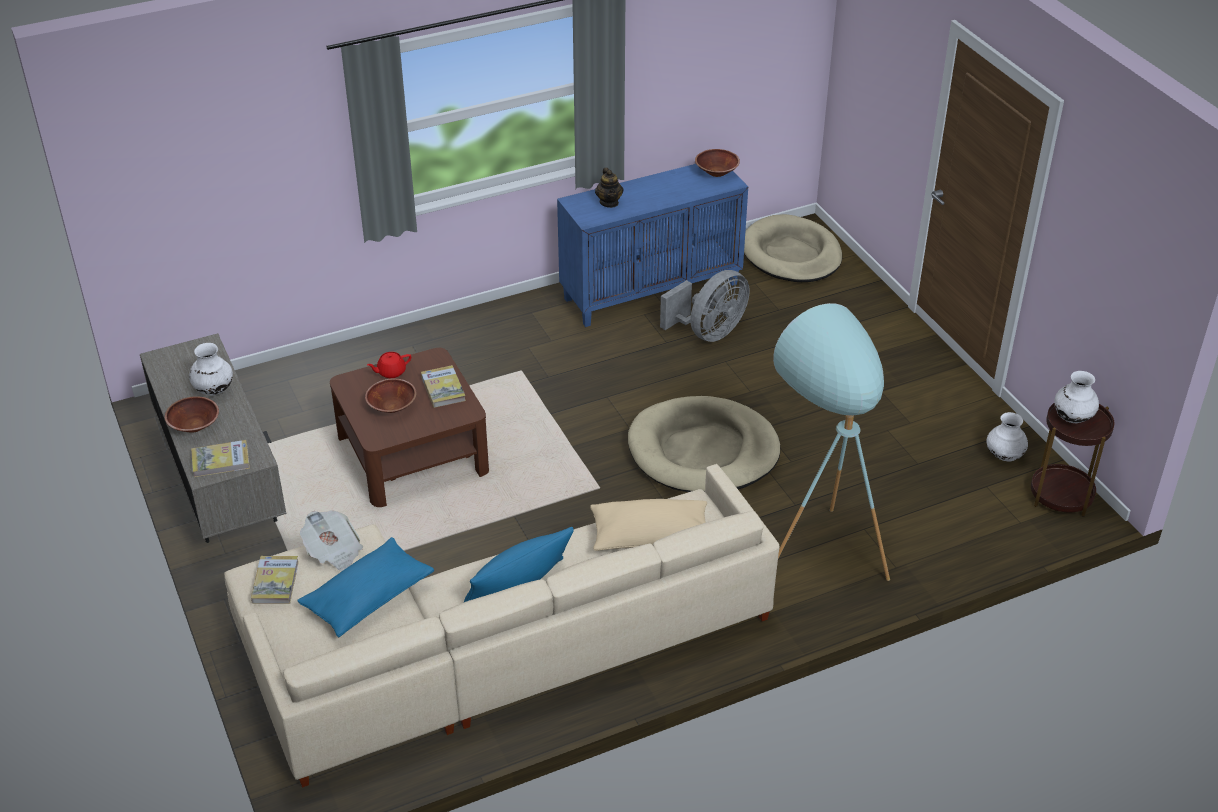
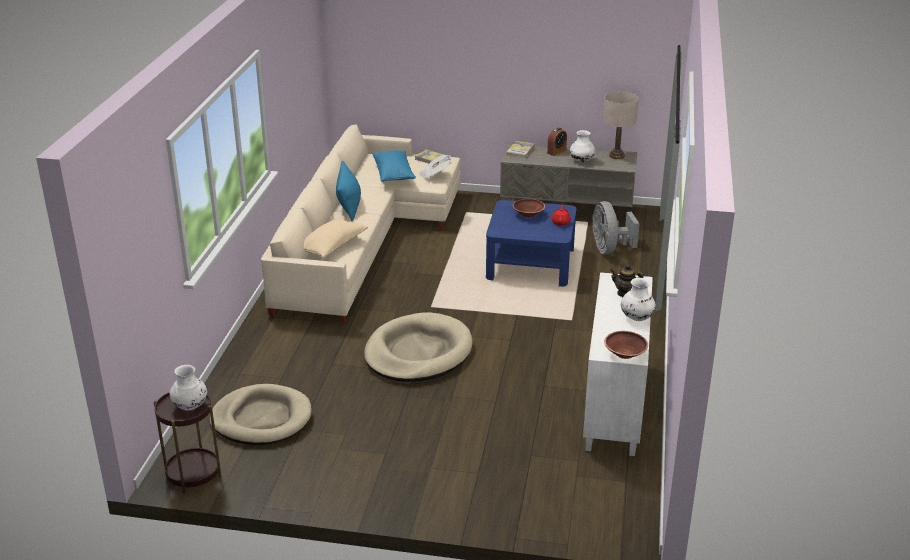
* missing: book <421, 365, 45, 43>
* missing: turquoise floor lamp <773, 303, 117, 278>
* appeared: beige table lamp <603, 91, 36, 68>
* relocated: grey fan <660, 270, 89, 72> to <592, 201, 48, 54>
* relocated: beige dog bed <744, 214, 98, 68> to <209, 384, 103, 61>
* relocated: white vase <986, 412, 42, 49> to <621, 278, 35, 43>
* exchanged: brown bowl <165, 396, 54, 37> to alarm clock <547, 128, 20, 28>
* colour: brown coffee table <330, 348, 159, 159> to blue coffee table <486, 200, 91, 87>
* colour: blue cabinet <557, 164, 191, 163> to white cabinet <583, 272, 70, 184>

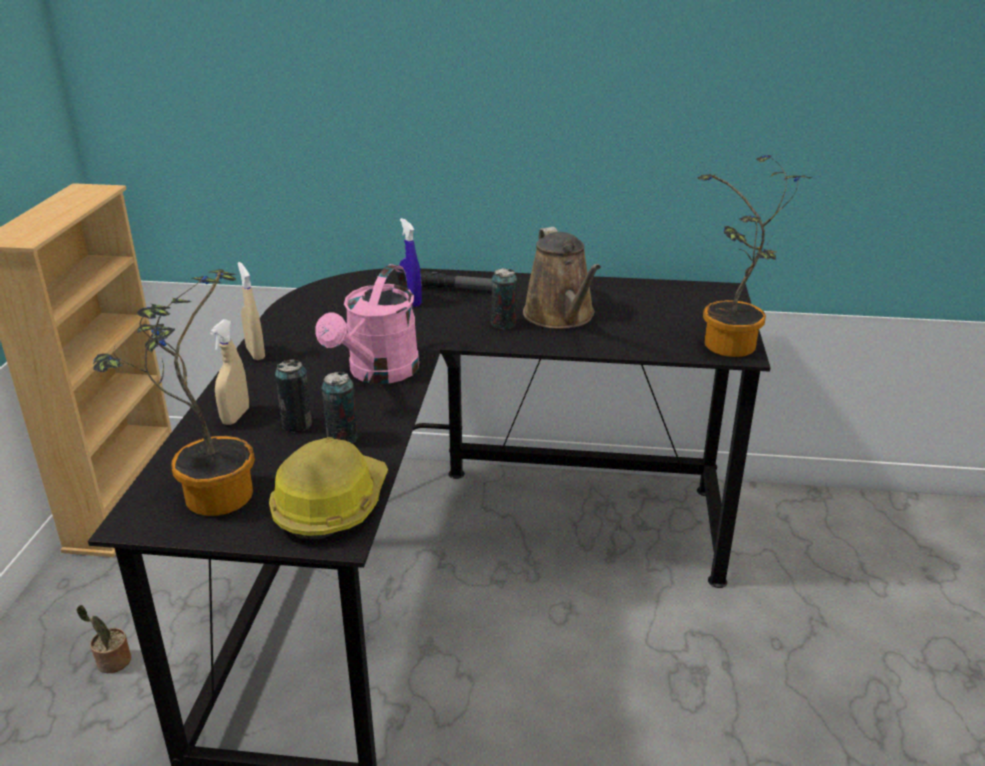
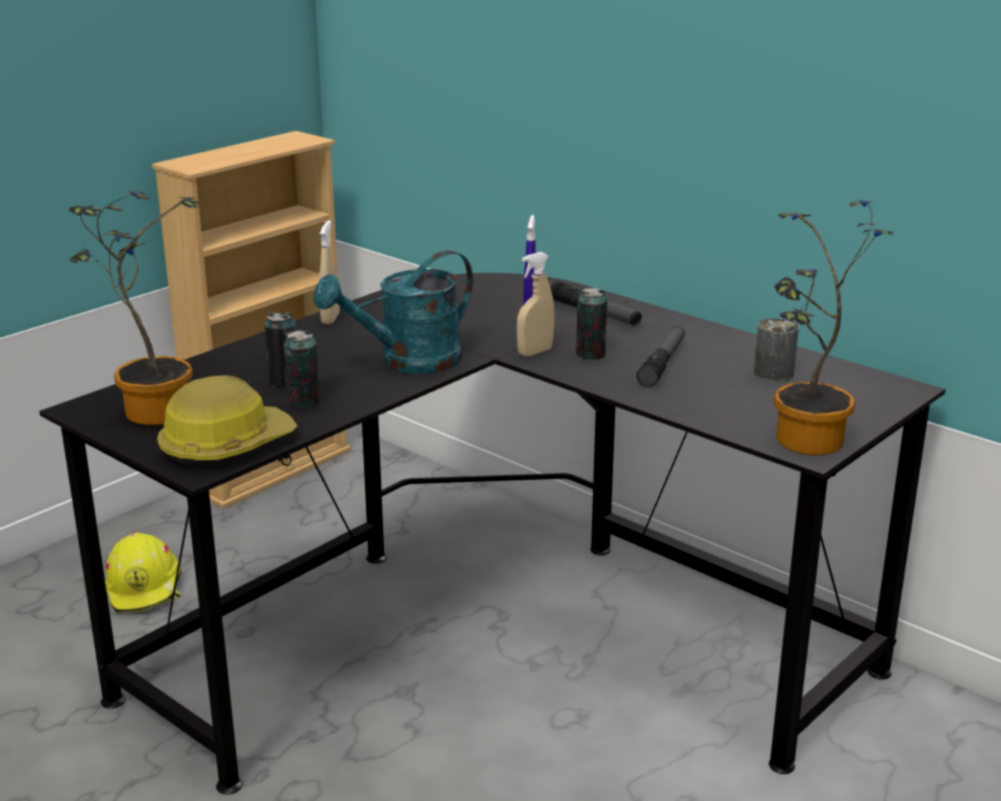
* appeared: can <754, 318, 45, 65>
* relocated: beige spray bottle <210, 319, 39, 106> to <517, 252, 38, 105>
* exchanged: potted plant <77, 605, 54, 68> to yellow hard hat <105, 532, 76, 81>
* exchanged: brown watering can <523, 227, 78, 102> to flashlight <636, 326, 49, 61>
* colour: pink watering can <315, 264, 104, 120> to turquoise watering can <313, 250, 160, 124>

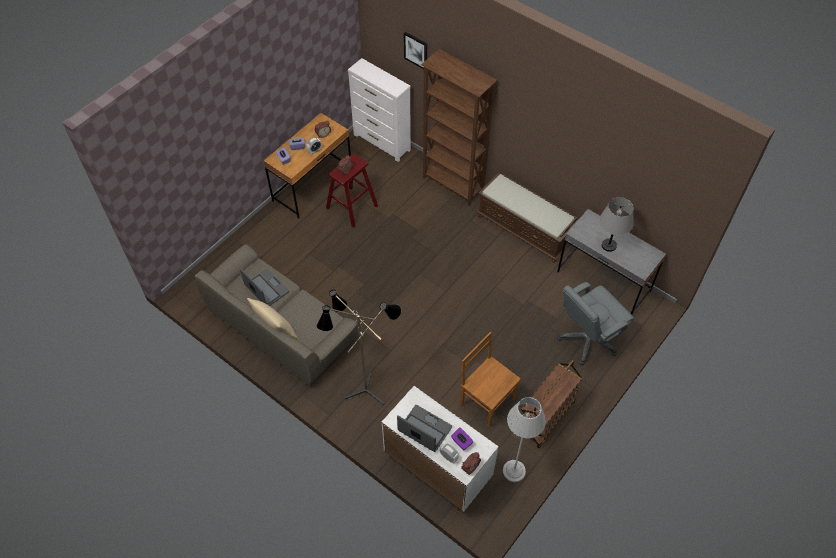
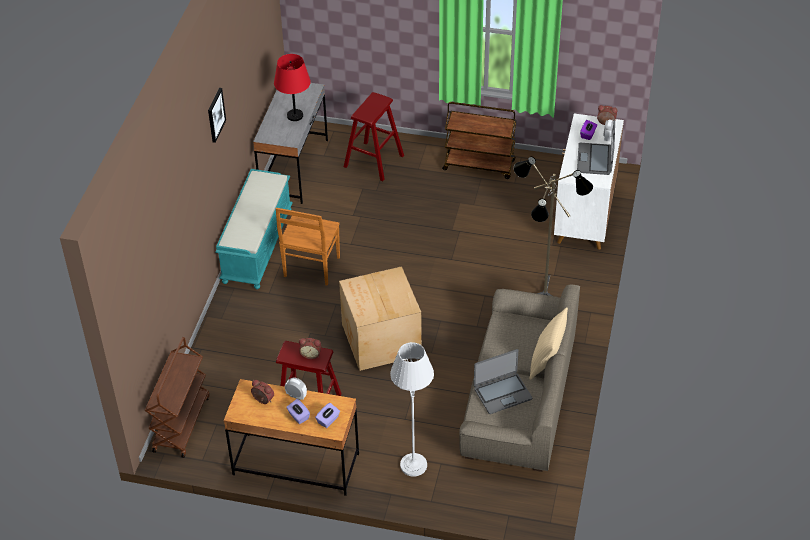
* missing: brown bookcase <421, 49, 76, 157>
* appeared: cardboard box <339, 266, 83, 105>
* relocated: picture <404, 32, 23, 37> to <208, 88, 18, 55>
* relocated: brown chair <461, 332, 60, 95> to <276, 208, 64, 78>
* relocated: grey floor lamp <503, 397, 43, 85> to <390, 342, 44, 135>
* exchanged: white dresser <348, 58, 63, 104> to brown cart <145, 337, 65, 121>
* exchanged: grey office chair <557, 282, 77, 83> to red stool <344, 92, 60, 89>
* colour: brown bench <476, 172, 102, 91> to turquoise bench <215, 169, 78, 120>
* colour: grey table lamp <599, 197, 35, 55> to red table lamp <274, 54, 37, 67>
* spun: laptop <240, 268, 49, 38> = <474, 349, 58, 65> 135 degrees counterclockwise

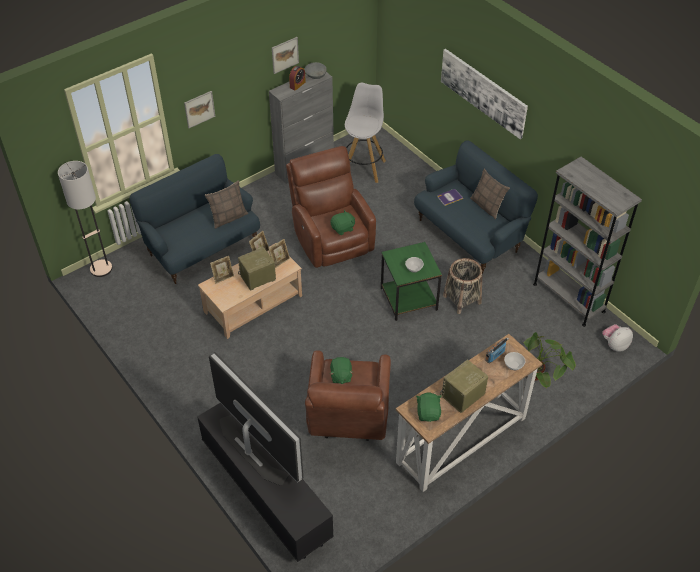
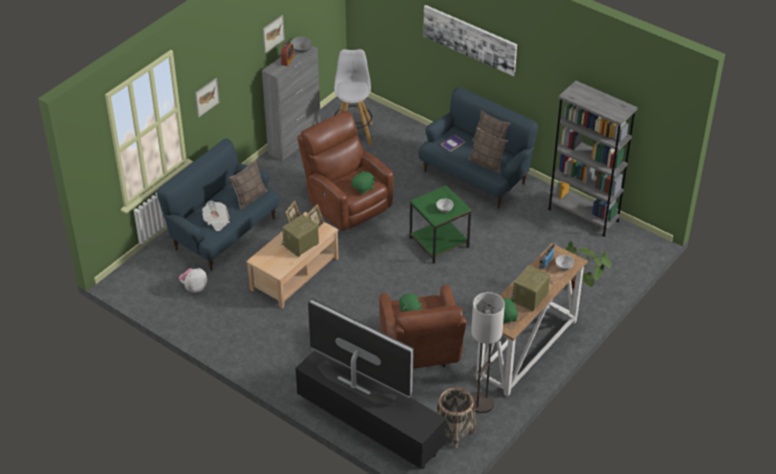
* missing: picture frame <210, 256, 24, 28>
* appeared: newspaper <202, 201, 28, 30>
* appeared: pillow <468, 127, 40, 46>
* relocated: floor lamp <58, 161, 54, 116> to <471, 292, 34, 121>
* relocated: basket <443, 258, 39, 56> to <436, 387, 40, 61>
* relocated: plush toy <602, 324, 31, 28> to <179, 268, 28, 25>

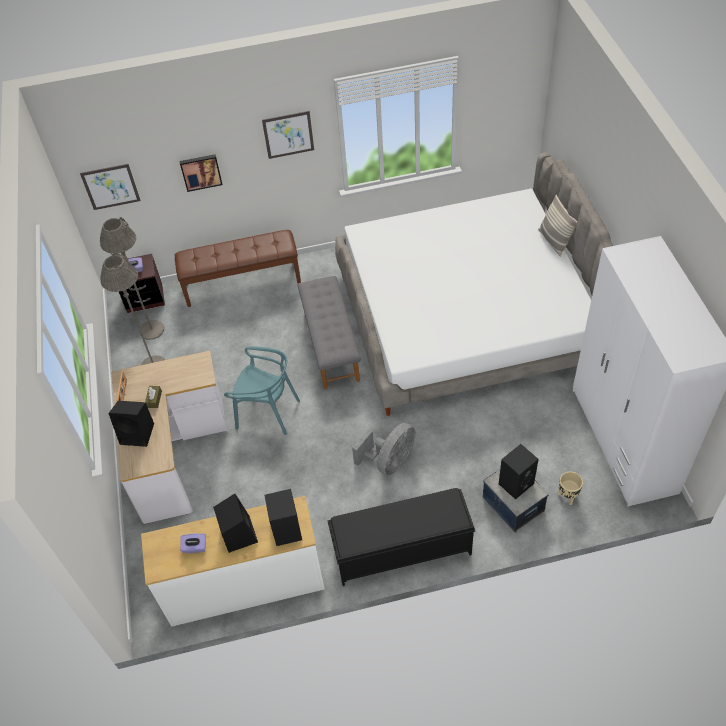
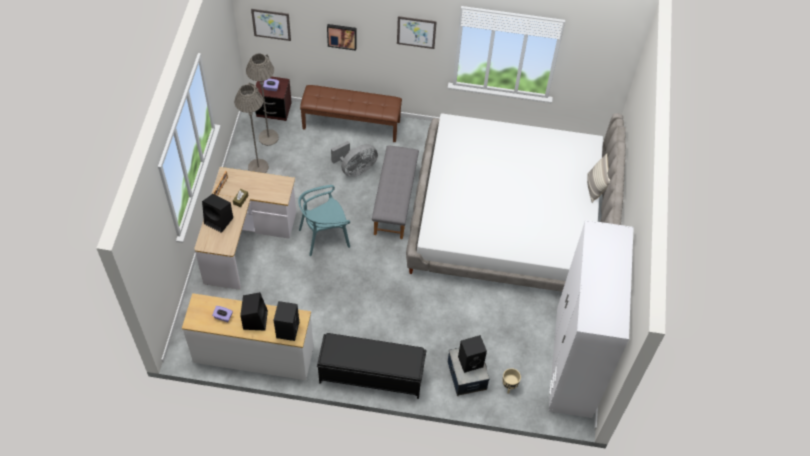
* relocated: grey fan <352, 423, 64, 52> to <331, 141, 47, 36>
* spun: turquoise chair <224, 346, 76, 89> = <298, 185, 52, 71> 120 degrees clockwise

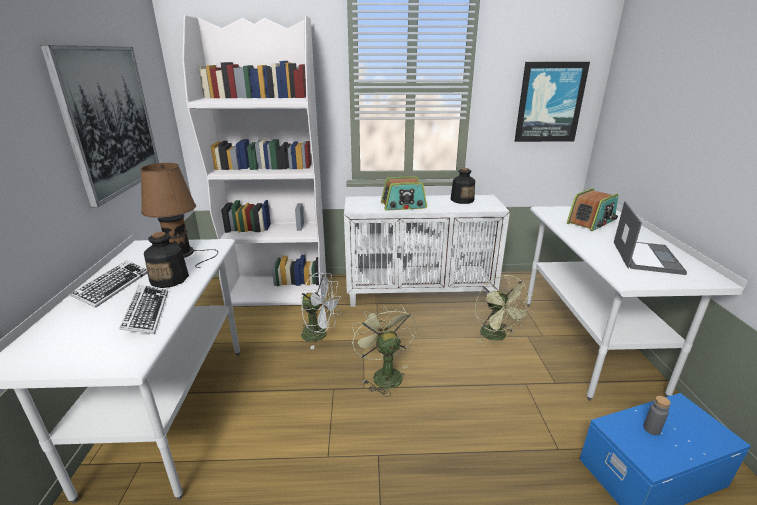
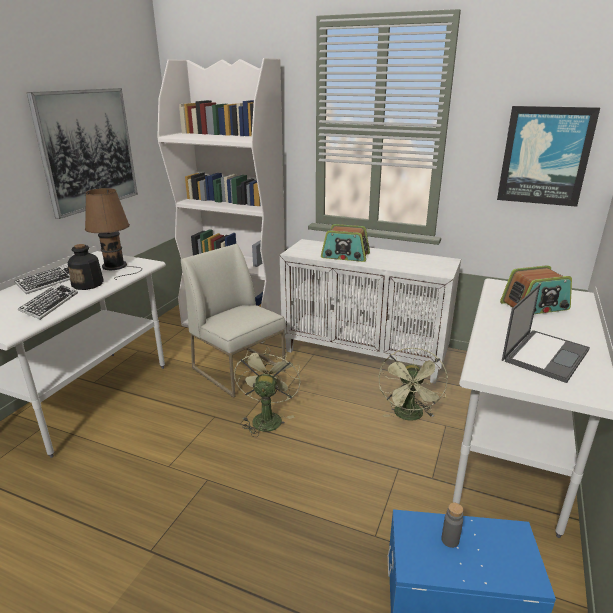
* missing: bottle <451, 168, 24, 36>
* exchanged: white fan <299, 273, 43, 76> to white chair <181, 244, 105, 154>

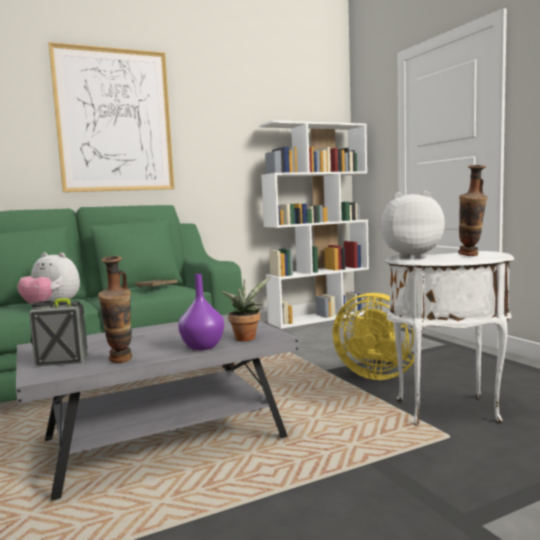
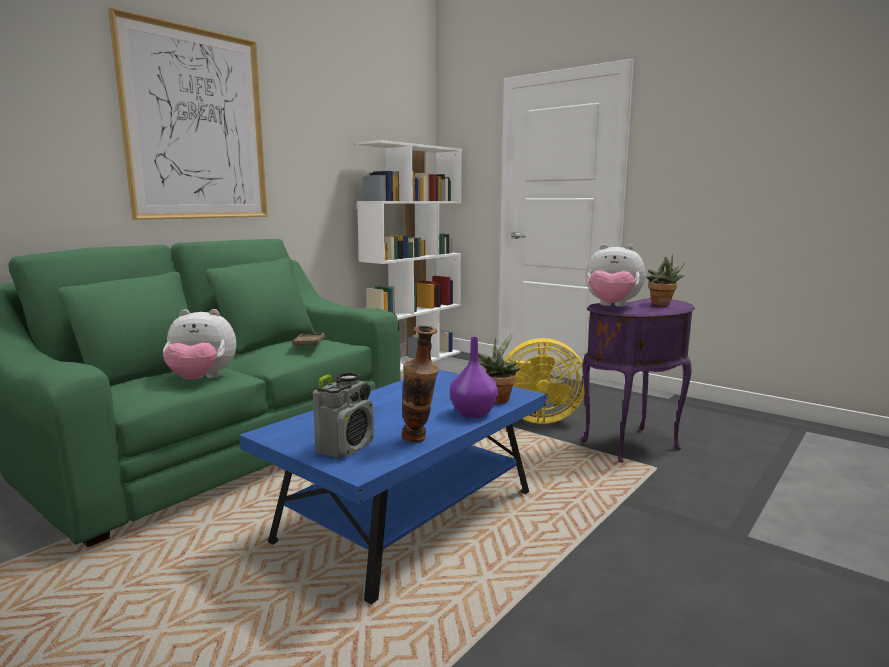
* exchanged: vase <458, 165, 30, 91> to potted plant <646, 255, 39, 51>
* colour: grey coffee table <16, 315, 283, 186> to blue coffee table <239, 369, 307, 235>
* colour: white side table <385, 251, 129, 174> to purple side table <581, 298, 114, 165>
* spun: radio <29, 298, 58, 68> = <313, 372, 61, 86> 150 degrees clockwise
* spun: plush toy <381, 191, 64, 68> = <586, 244, 59, 63> 135 degrees counterclockwise

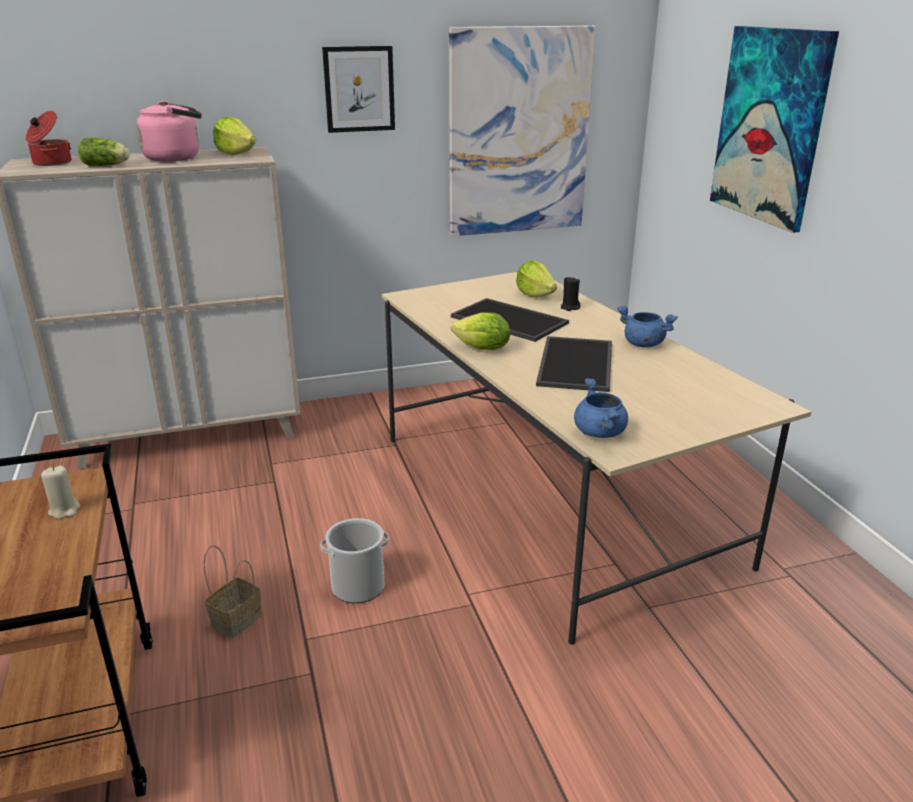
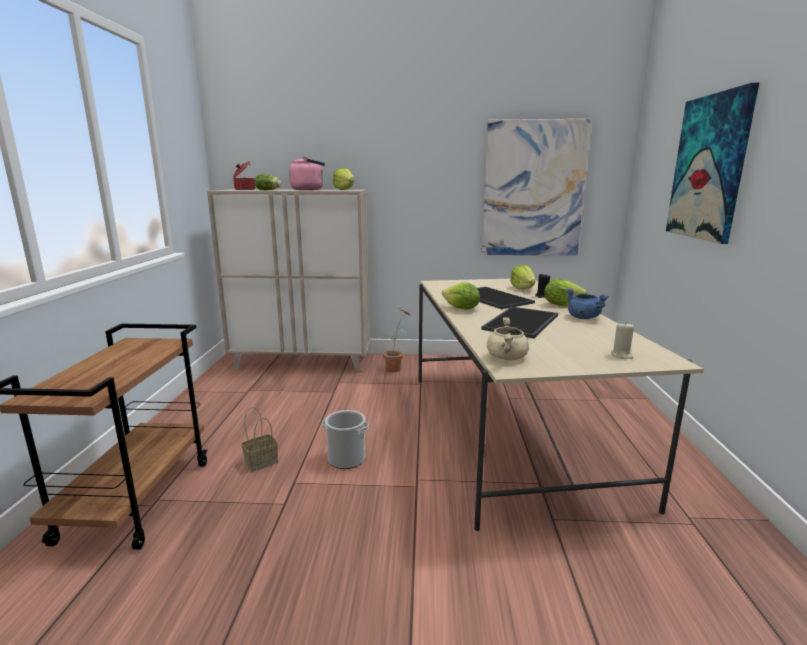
* missing: picture <322, 46, 73, 87>
* appeared: potted plant <383, 309, 29, 63>
* appeared: lettuce <544, 279, 43, 28>
* relocated: beige candle <41, 465, 39, 54> to <611, 322, 23, 37>
* colour: blue cooking pot <574, 378, 54, 60> to beige cooking pot <487, 317, 42, 43>

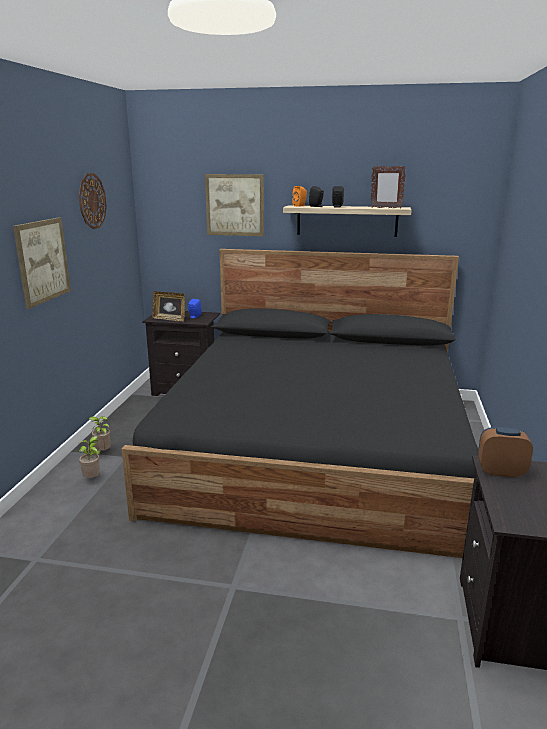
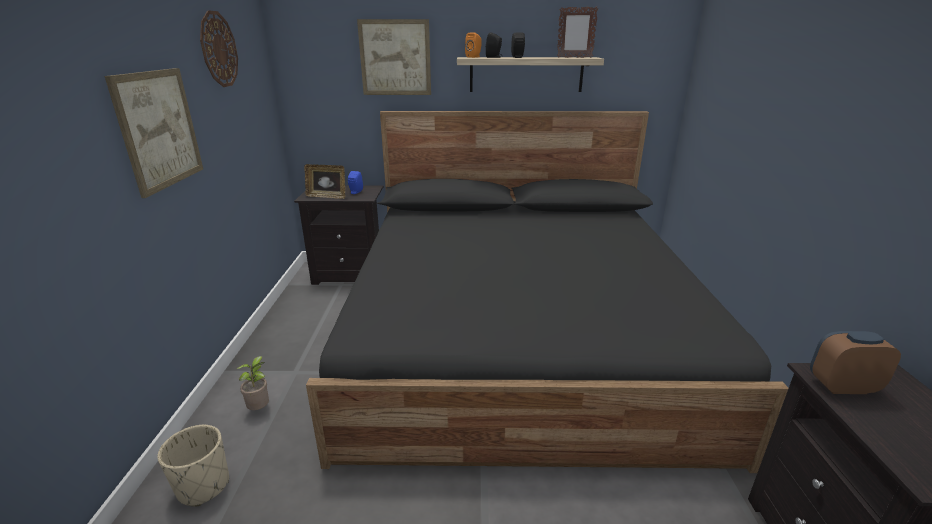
* missing: potted plant <88, 416, 23, 39>
* appeared: beige planter <157, 425, 72, 81>

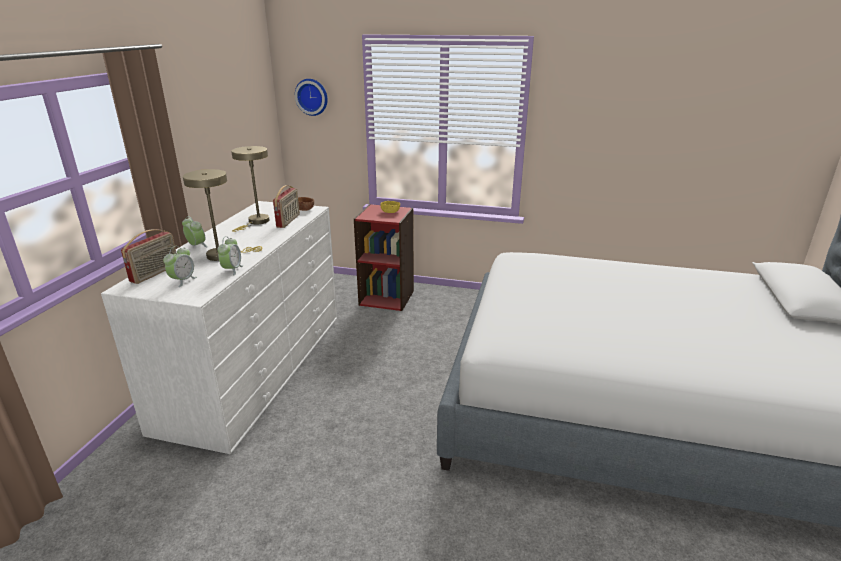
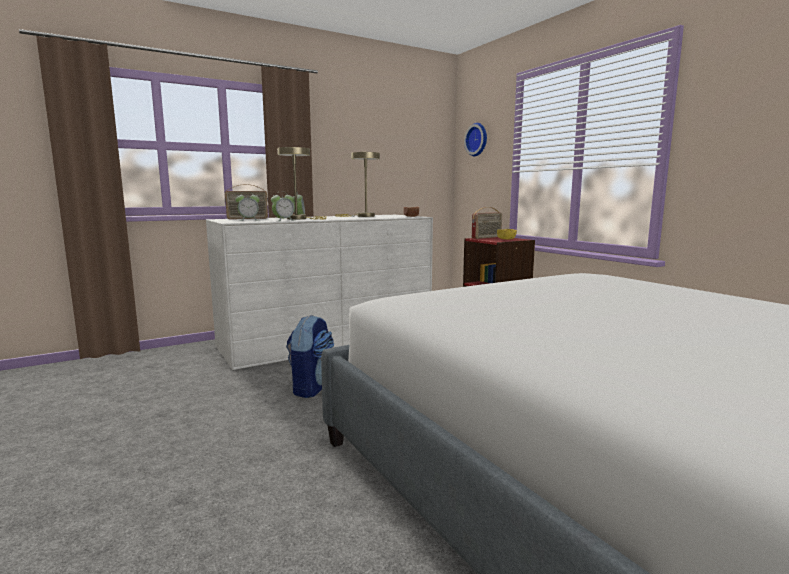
* appeared: backpack <286, 315, 48, 83>
* relocated: radio <273, 185, 27, 43> to <472, 207, 30, 32>

